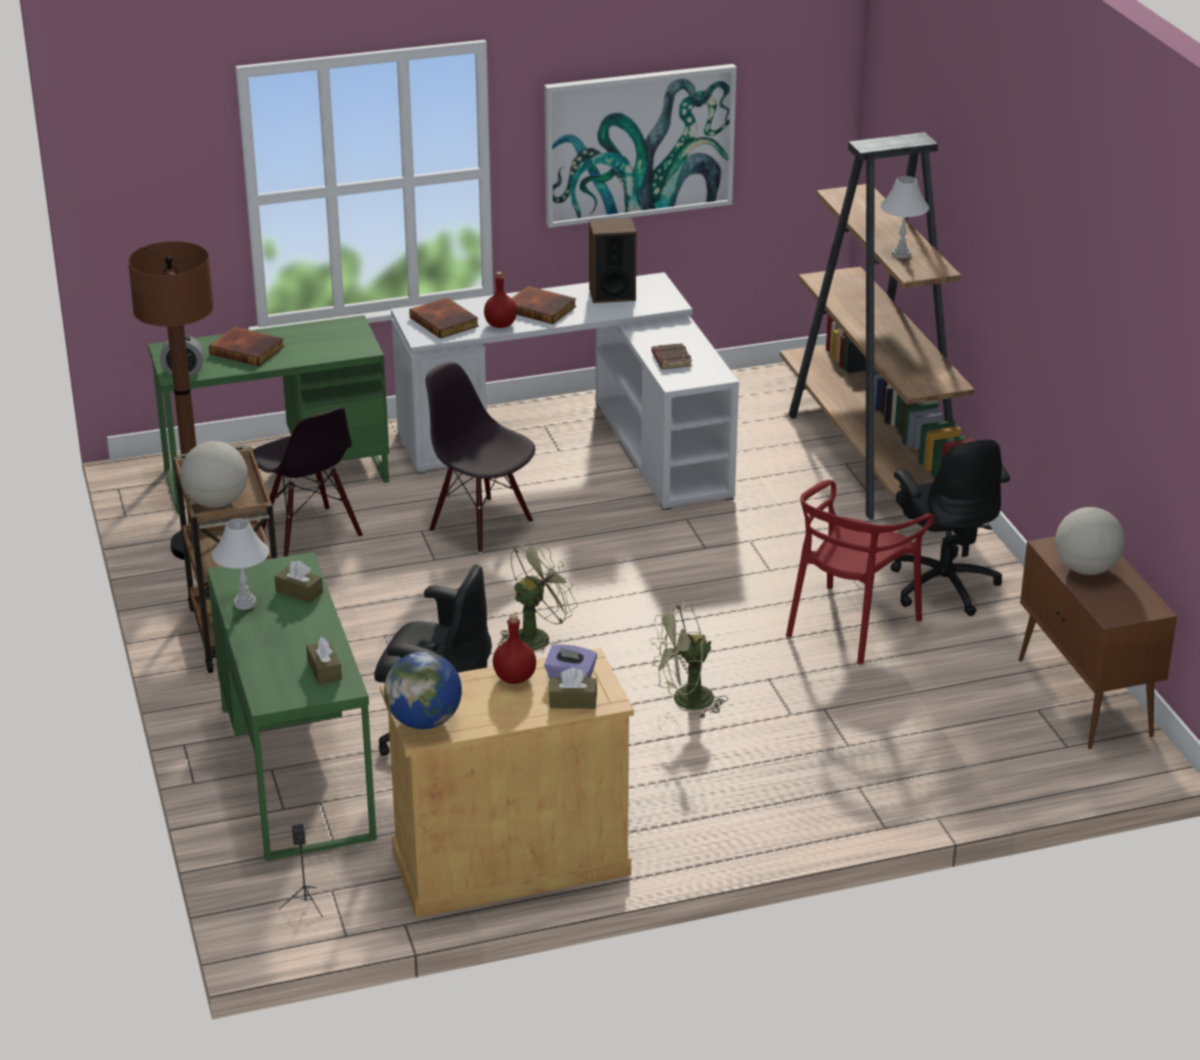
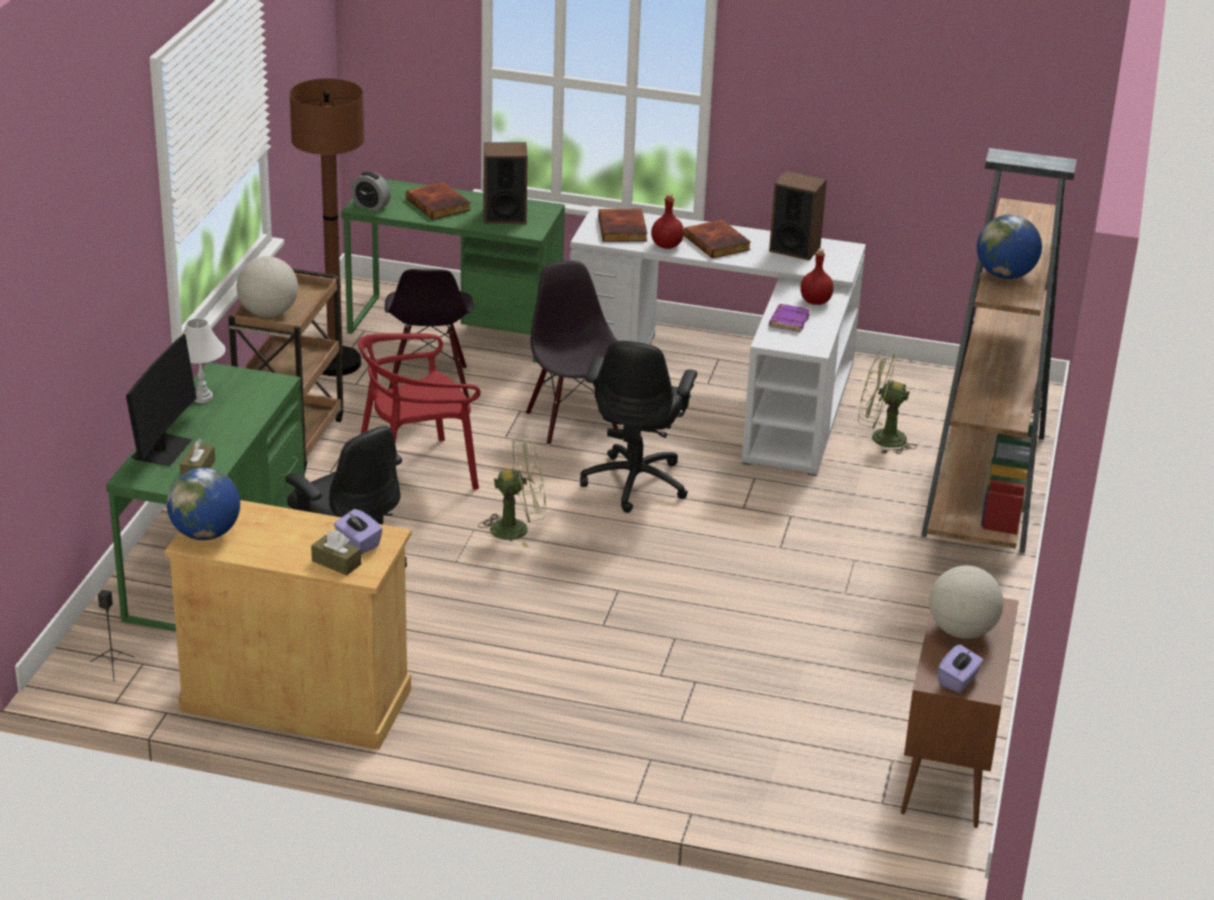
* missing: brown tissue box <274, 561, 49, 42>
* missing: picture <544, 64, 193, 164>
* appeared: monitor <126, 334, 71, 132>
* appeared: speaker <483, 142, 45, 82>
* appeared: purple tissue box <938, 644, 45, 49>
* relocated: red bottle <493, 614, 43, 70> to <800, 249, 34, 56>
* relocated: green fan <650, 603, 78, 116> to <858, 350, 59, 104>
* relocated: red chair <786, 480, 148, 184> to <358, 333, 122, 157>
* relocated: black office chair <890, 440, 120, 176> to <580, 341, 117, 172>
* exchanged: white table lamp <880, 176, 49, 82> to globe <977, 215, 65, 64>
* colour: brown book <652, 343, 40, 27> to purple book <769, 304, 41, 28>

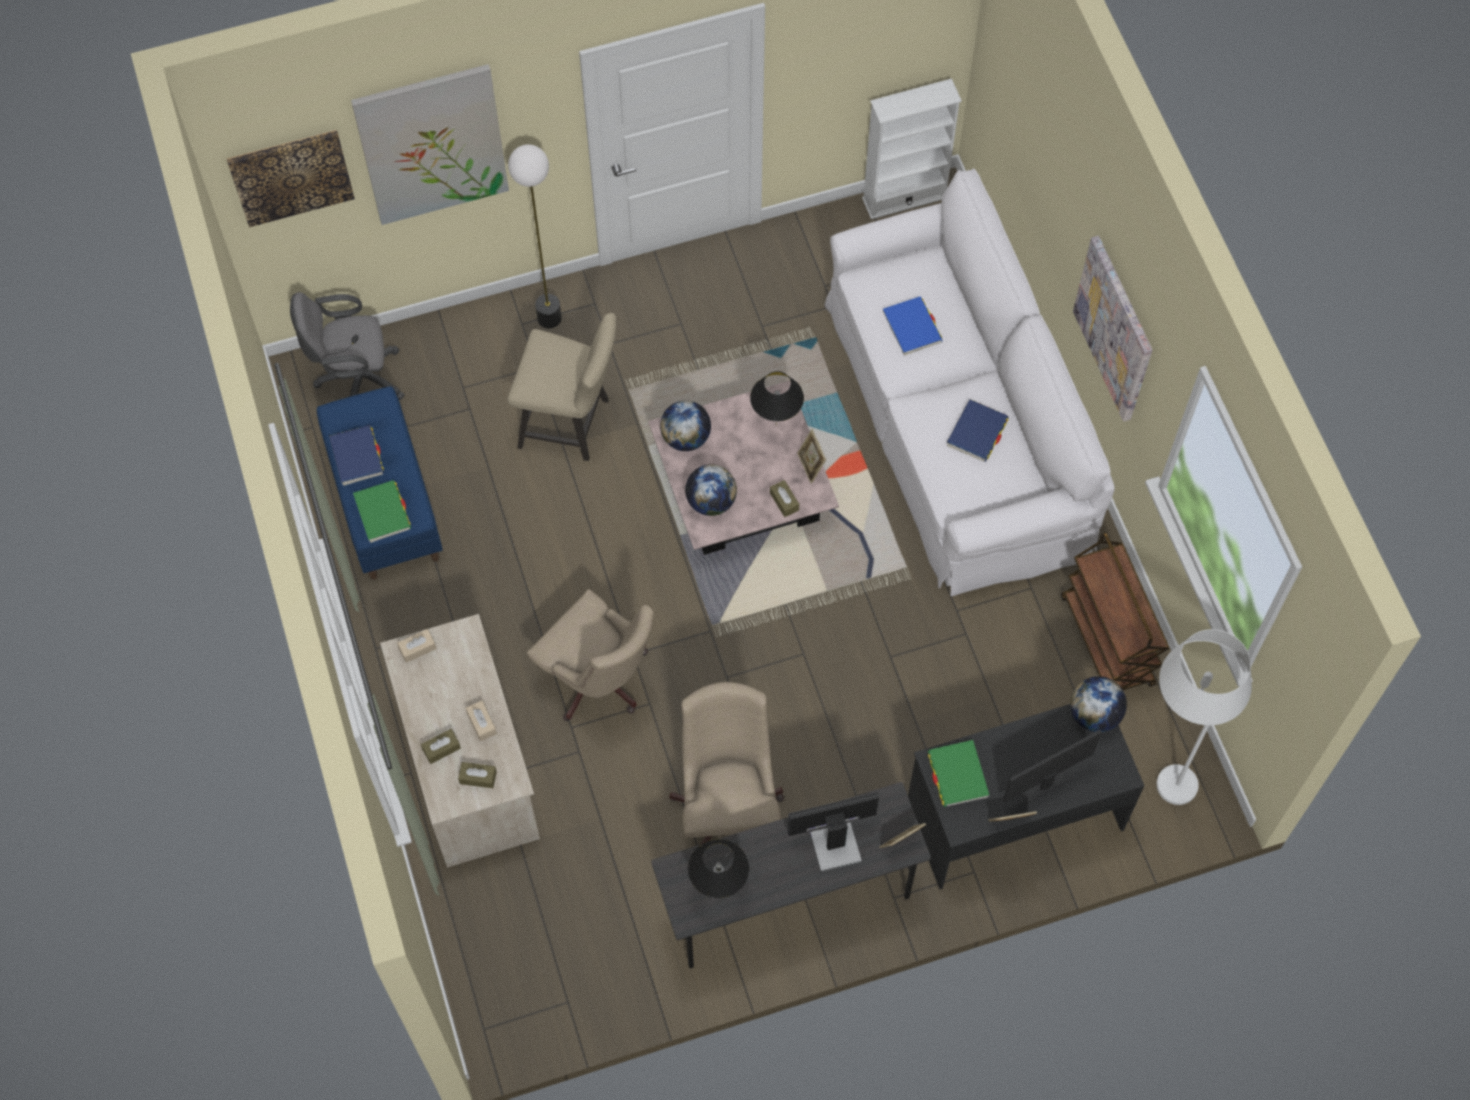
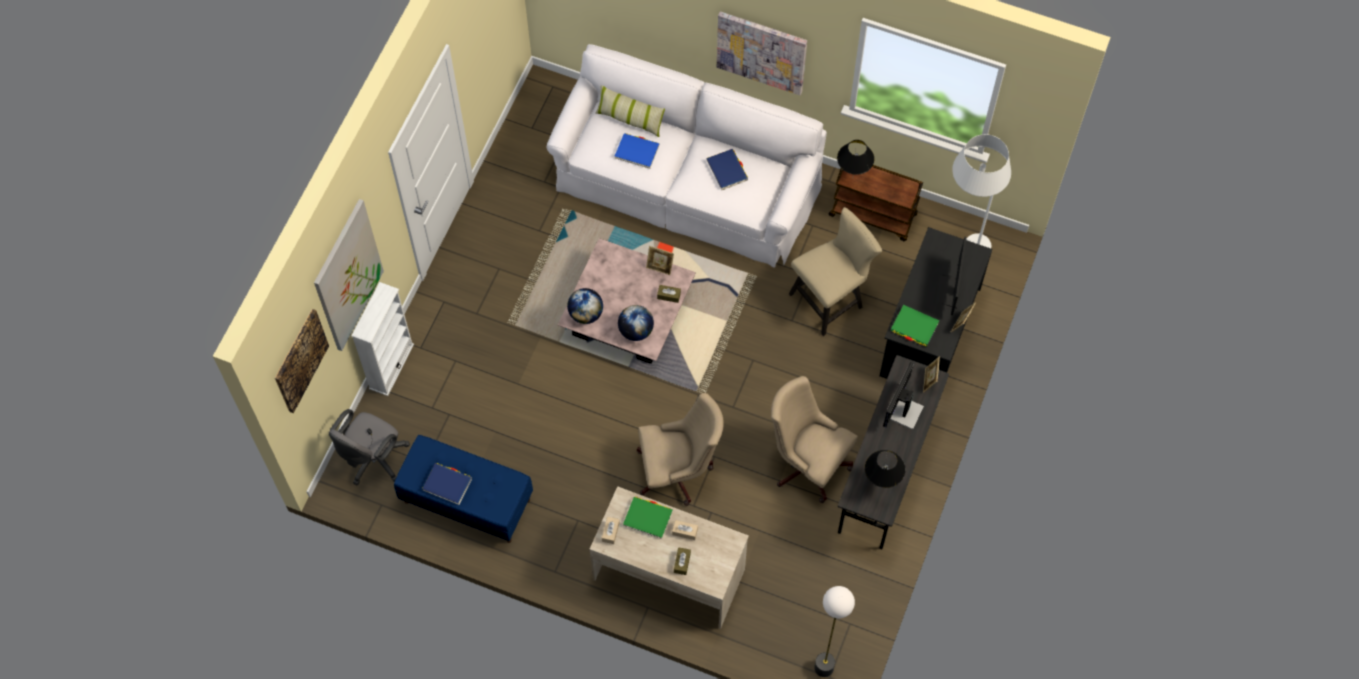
* missing: brown tissue box <458, 762, 39, 26>
* missing: globe <1070, 676, 57, 56>
* appeared: pillow <595, 85, 70, 52>
* relocated: green book <353, 480, 58, 63> to <623, 497, 50, 42>
* relocated: beige chair <507, 313, 109, 148> to <789, 207, 93, 129>
* relocated: floor lamp <508, 144, 54, 185> to <814, 586, 41, 91>
* relocated: black table lamp <750, 371, 54, 54> to <837, 140, 37, 35>
* relocated: white bookcase <862, 78, 100, 142> to <351, 282, 63, 114>

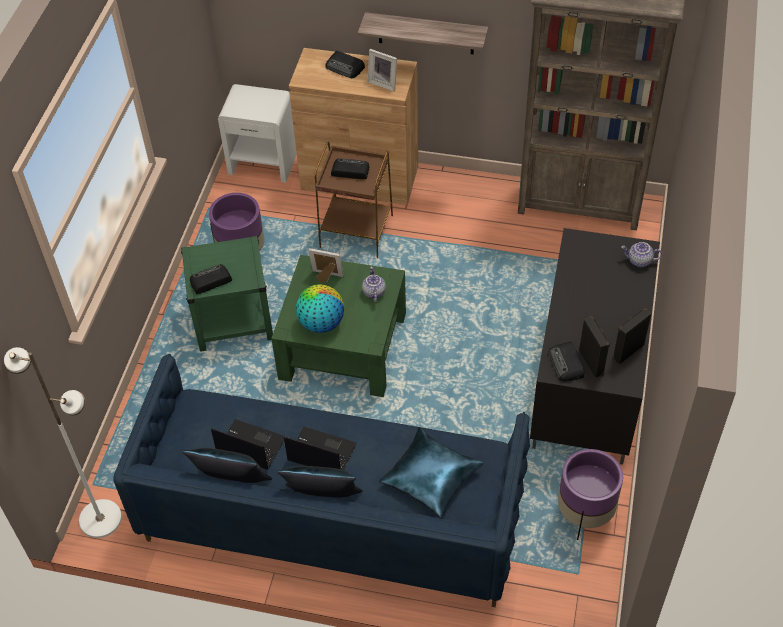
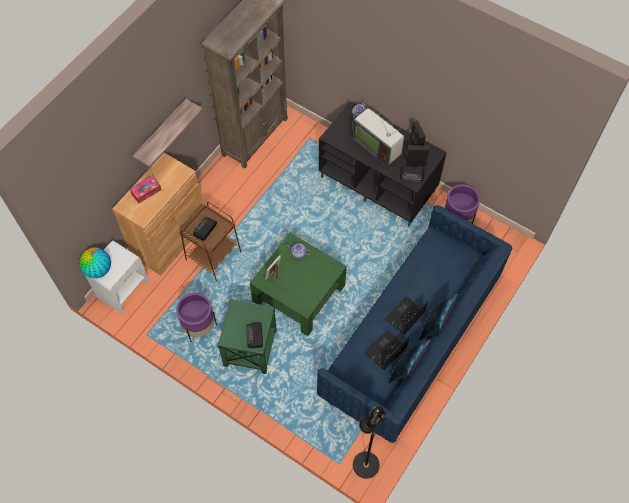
* missing: picture frame <368, 49, 29, 42>
* missing: blue pillow <379, 427, 105, 91>
* appeared: television <352, 108, 52, 58>
* relocated: globe <296, 284, 48, 49> to <79, 248, 32, 30>
* exchanged: radio <325, 51, 40, 27> to tissue box <130, 176, 32, 27>
* colour: white floor lamp <4, 347, 118, 191> to black floor lamp <353, 406, 33, 73>

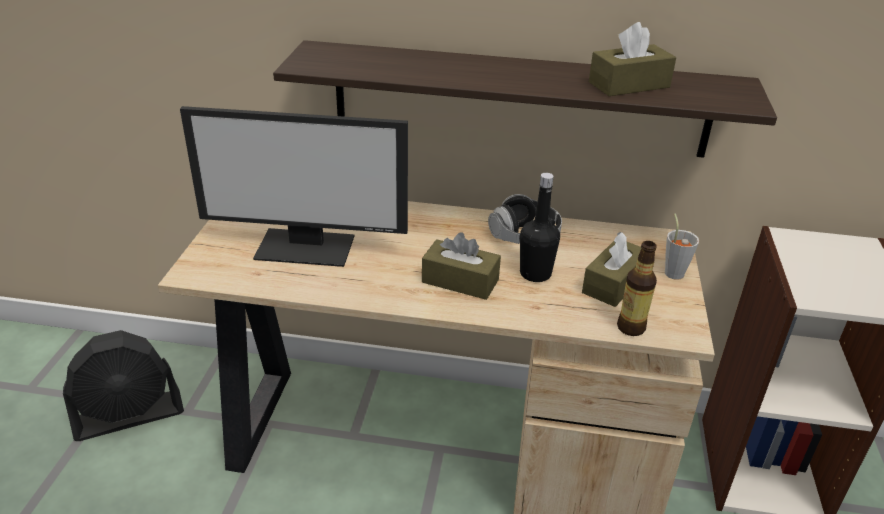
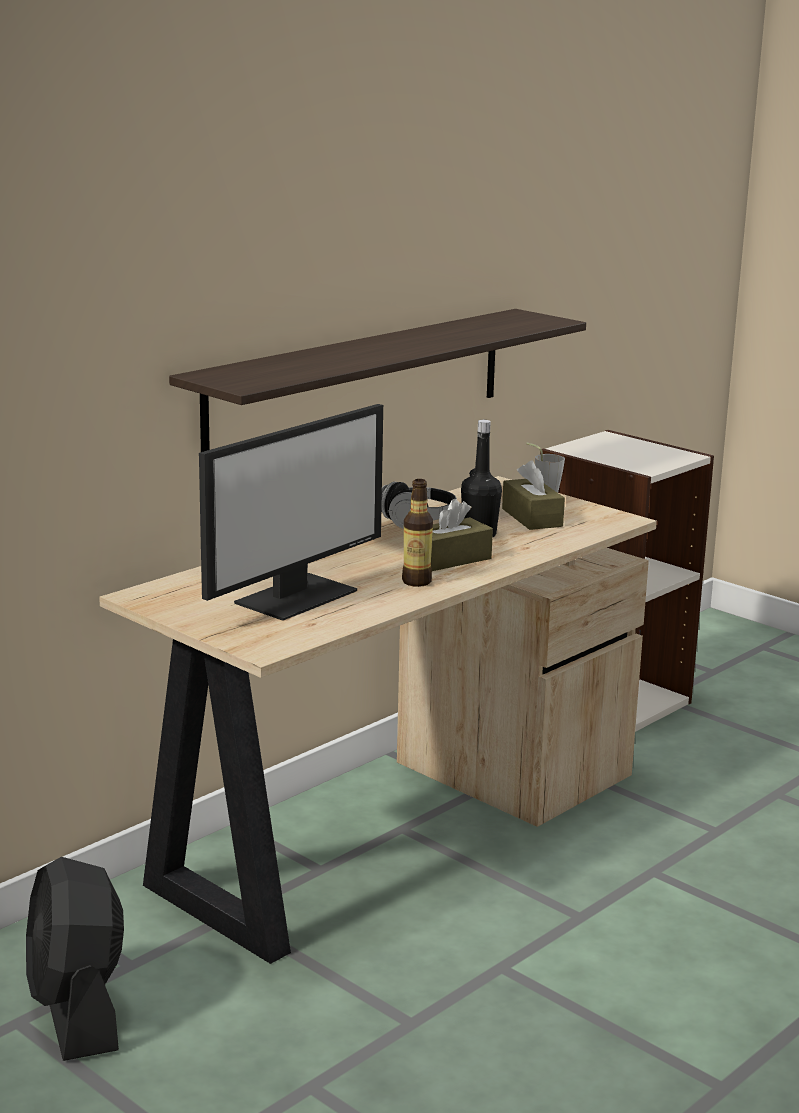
* missing: brown tissue box <589, 22, 87, 74>
* relocated: bottle <617, 241, 40, 95> to <402, 479, 31, 108>
* spun: black fan <63, 330, 121, 111> = <26, 857, 98, 204> 150 degrees clockwise

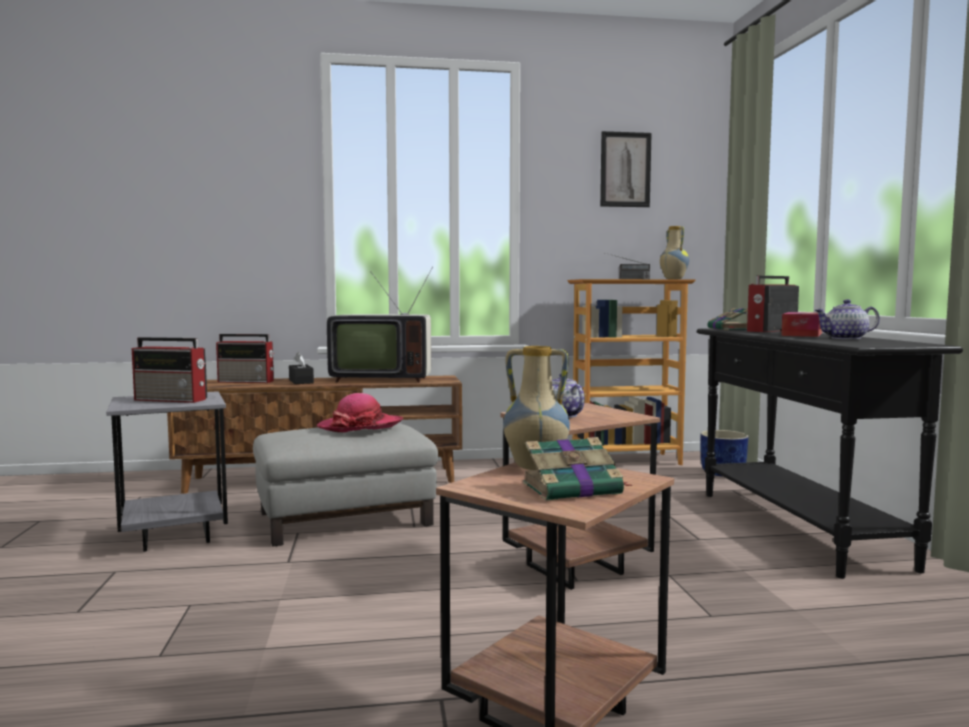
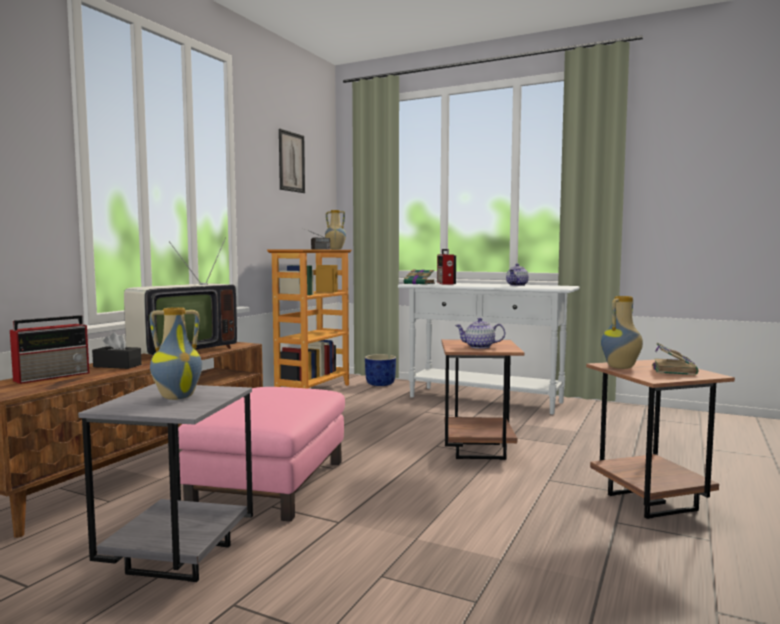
* missing: hat <317, 393, 86, 39>
* missing: tissue box <781, 312, 41, 25>
* exchanged: radio <132, 337, 75, 66> to vase <149, 307, 53, 93>
* colour: grey ottoman <253, 424, 185, 123> to pink ottoman <178, 387, 167, 135>
* colour: black console table <697, 329, 266, 250> to white console table <398, 282, 182, 132>

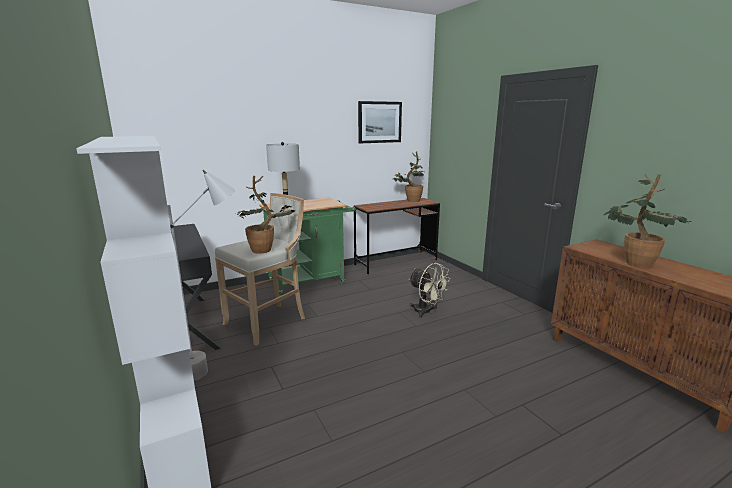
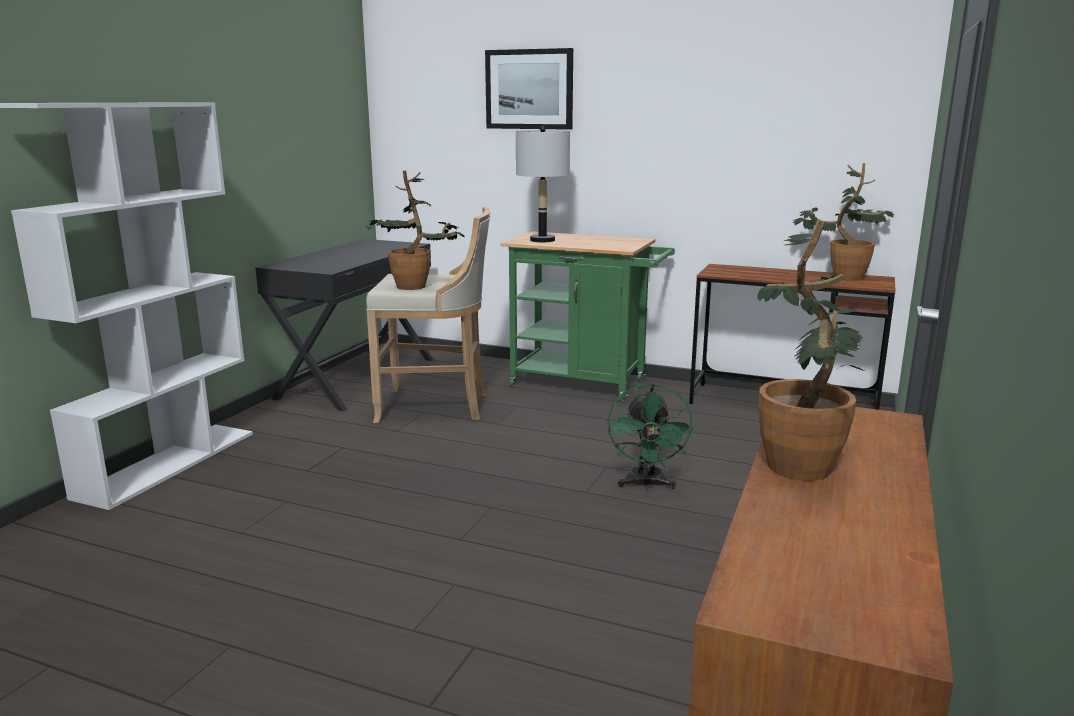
* missing: grey floor lamp <167, 169, 70, 212>
* relocated: picture <358, 101, 44, 42> to <485, 48, 88, 82>
* colour: beige fan <409, 263, 41, 55> to green fan <607, 383, 87, 107>

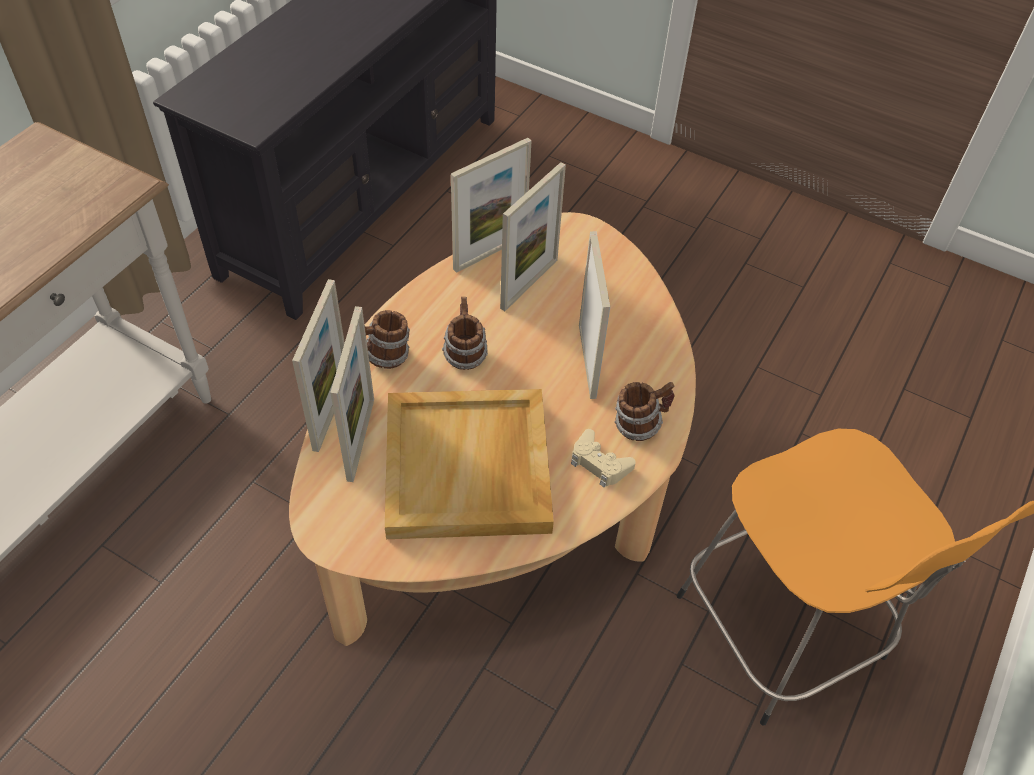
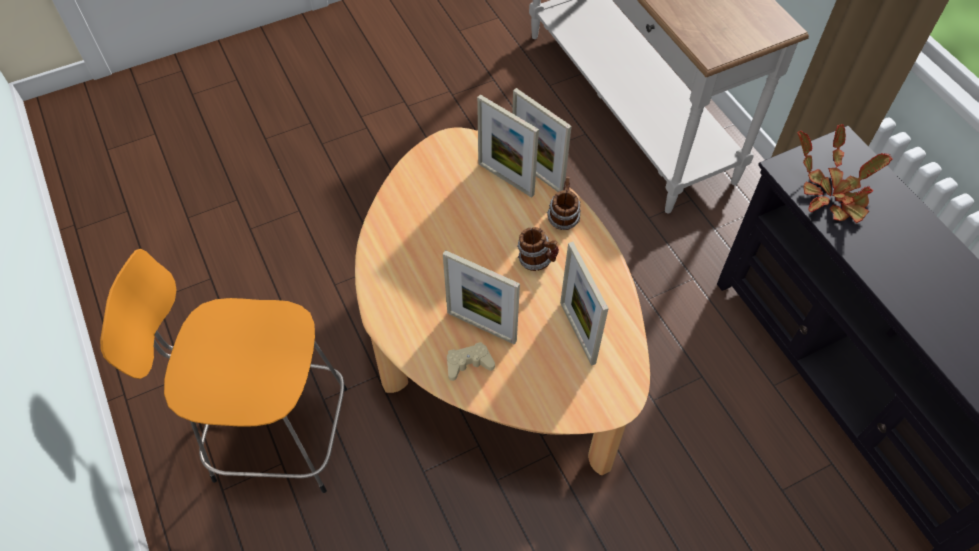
* missing: beige tray <385, 389, 169, 150>
* missing: picture frame <451, 138, 80, 135>
* missing: mug <615, 382, 60, 59>
* appeared: potted plant <797, 124, 96, 99>
* relocated: beige game controller <571, 429, 65, 59> to <447, 342, 48, 39>

